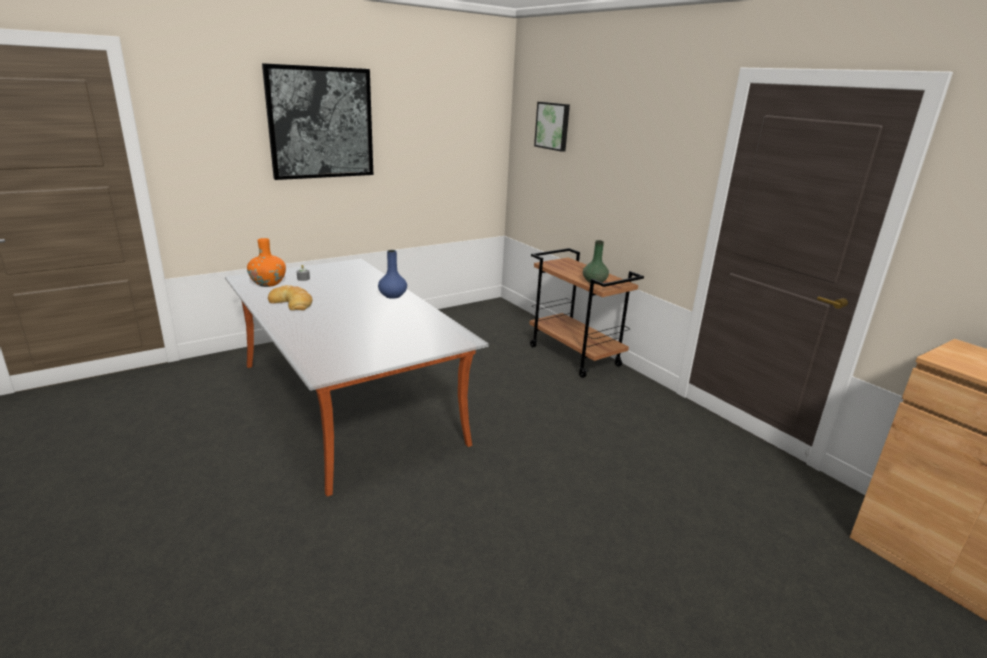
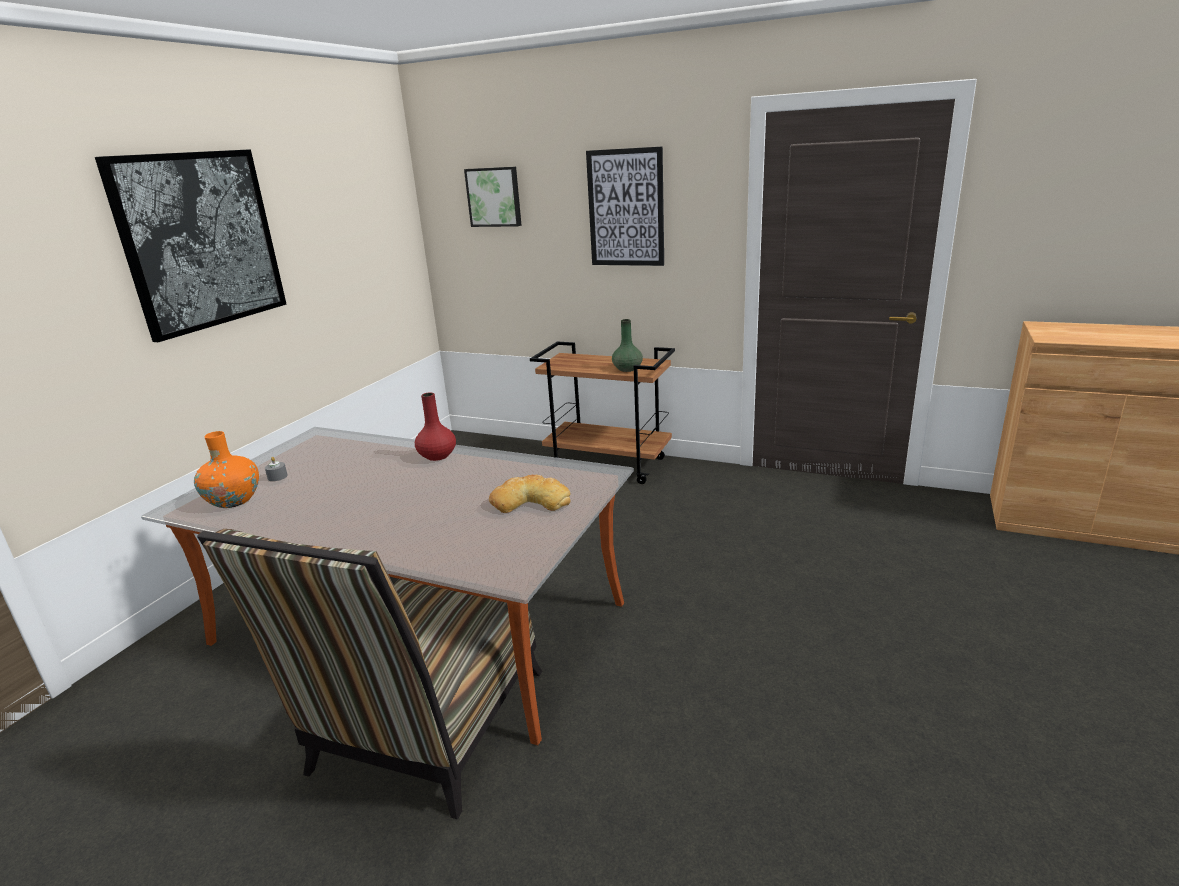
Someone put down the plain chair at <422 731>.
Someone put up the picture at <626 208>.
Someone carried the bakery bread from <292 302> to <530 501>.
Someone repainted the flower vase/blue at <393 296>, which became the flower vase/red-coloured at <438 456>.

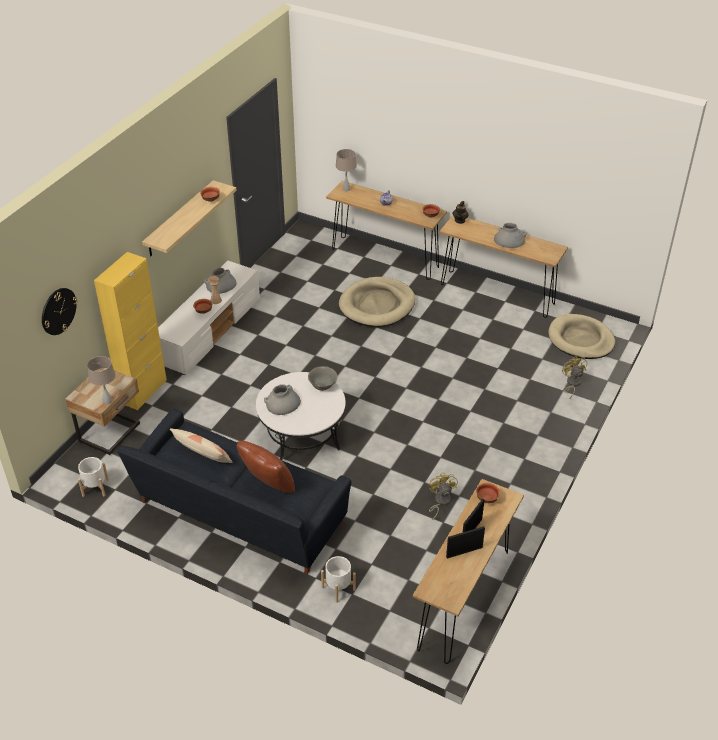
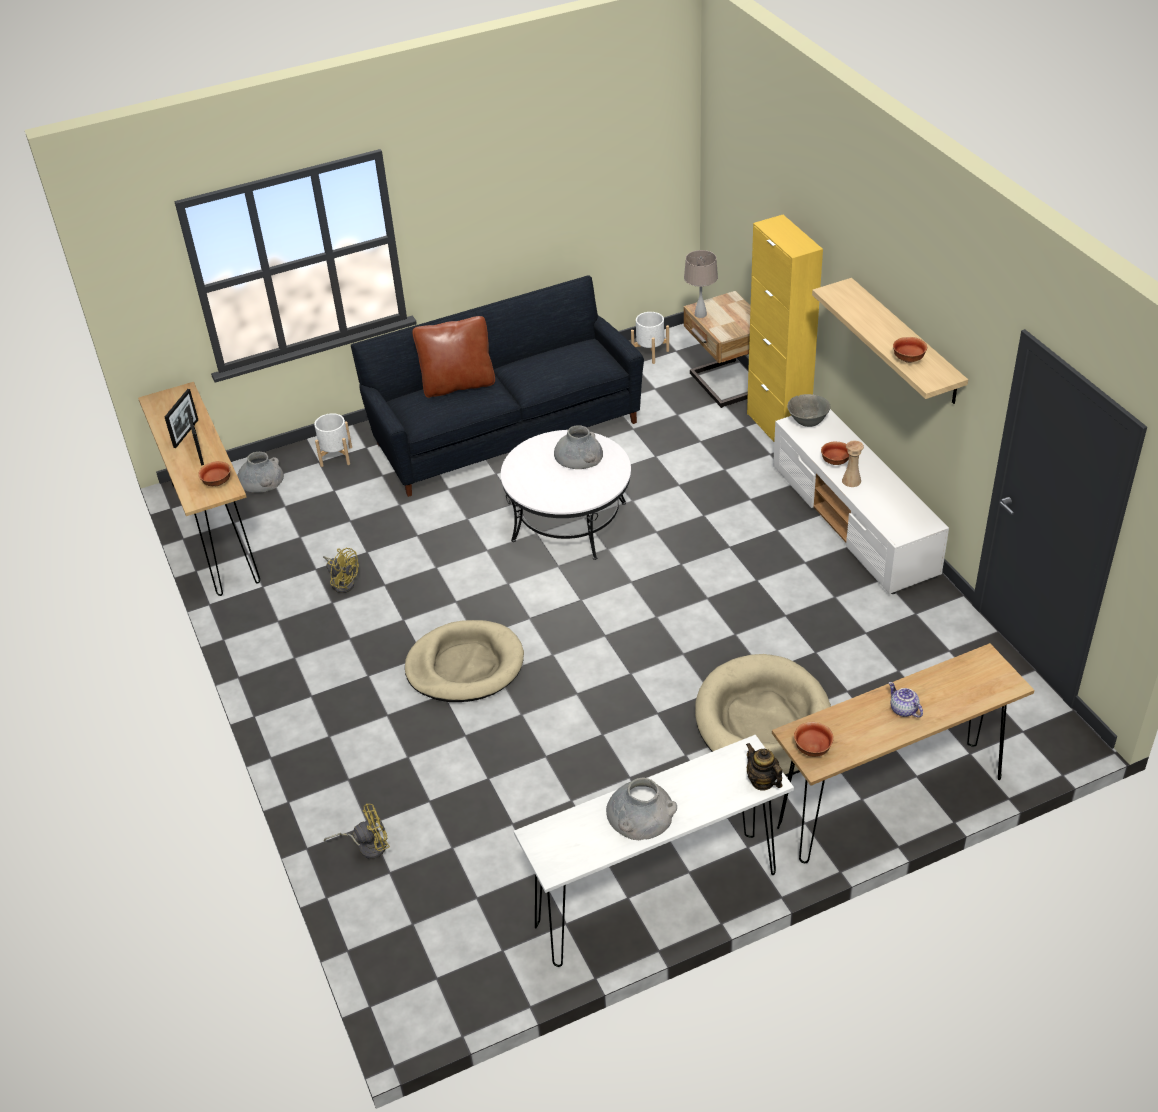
Someone took away the wall clock at <58 311>.
Someone took away the throw pillow at <202 455>.
Someone took away the tabletop lamp/sand-coloured at <346 189>.
Someone carried the flower vase/greyish from <220 285> to <261 479>.
Someone carried the serving bowl/greyish from <323 386> to <807 422>.
Someone carried the pet bed/sand-coloured from <580 339> to <465 665>.
Someone repainted the narrow table/brown at <497 294>, which became the narrow table/white at <657 899>.
Someone rotated the fan/yellow-coloured at <572 384> by 45 degrees counterclockwise.

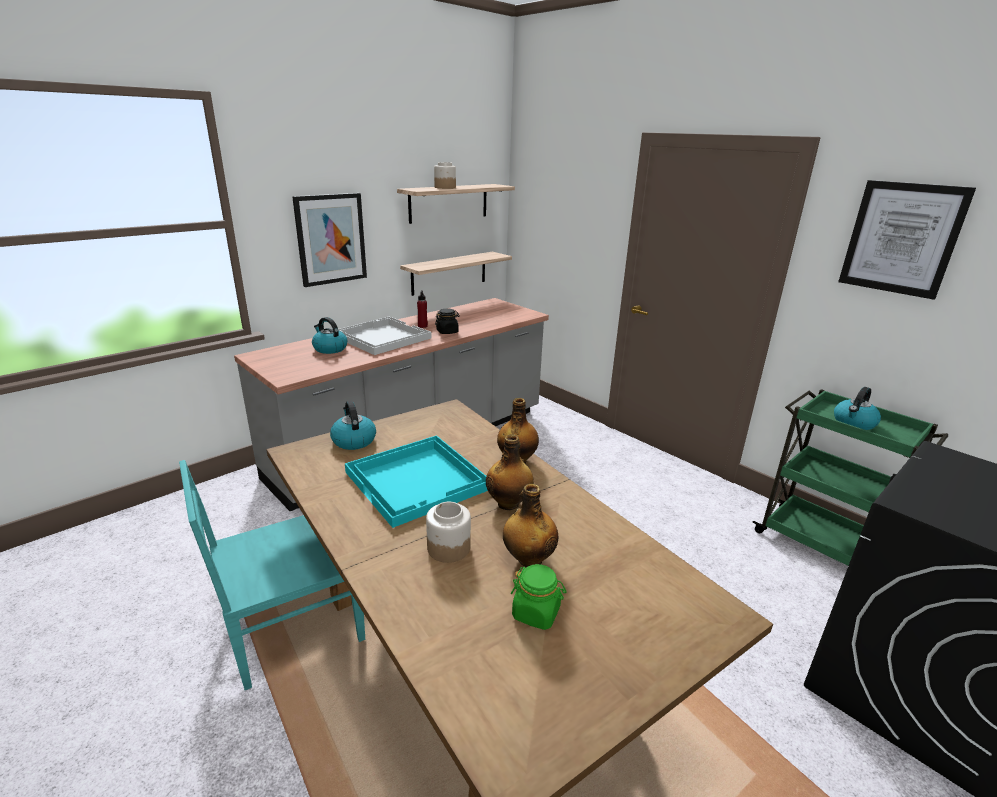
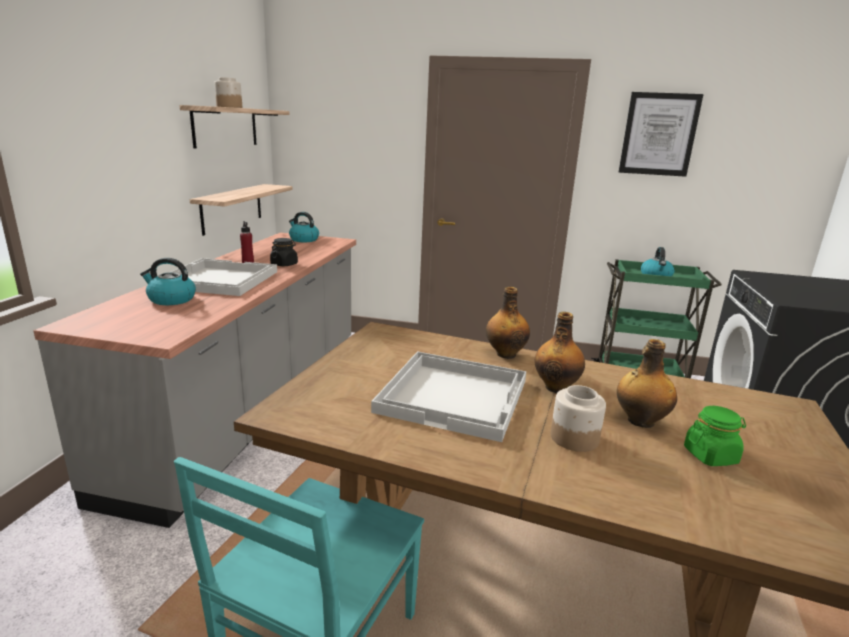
Someone took away the picture at <331 239>.
Someone carried the kettle from <353 440> to <303 239>.
Someone repainted the carrying tray/turquoise-coloured at <418 480>, which became the carrying tray/white at <455 395>.

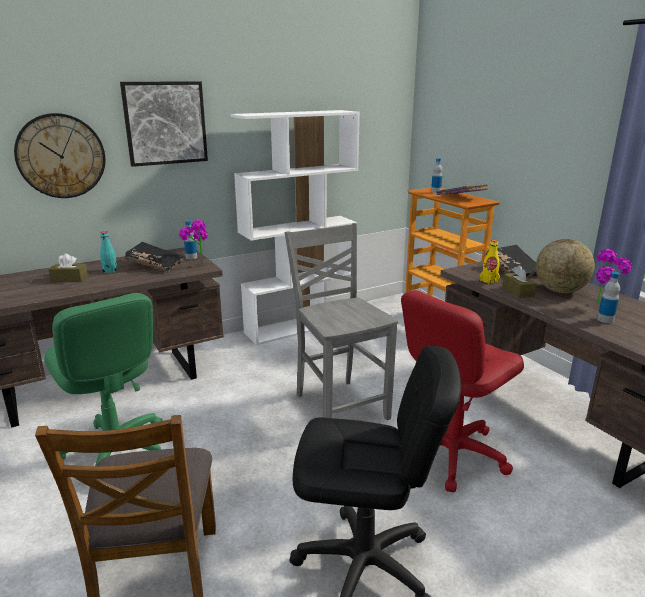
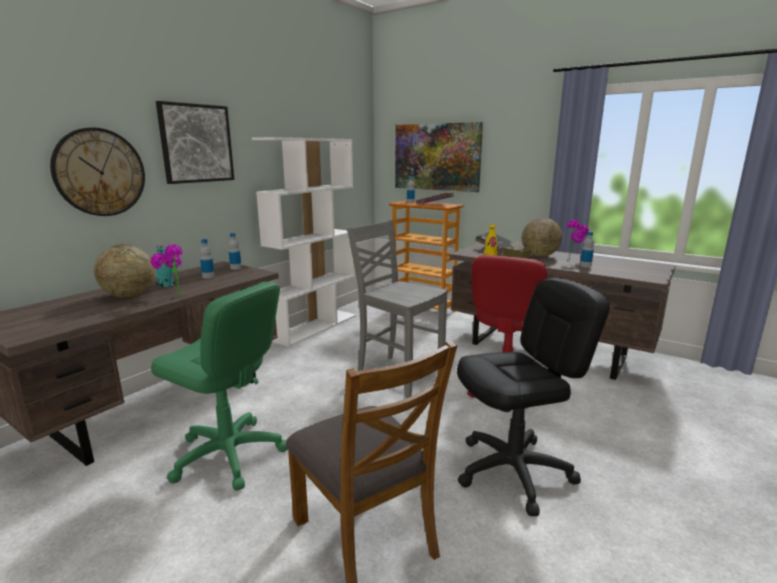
Someone put up the picture at <436 157>.
Someone carried the houseplant from <197 265> to <173 296>.
Someone swapped the tissue box/brown at <69 279> for the globe at <129 296>.
Someone swapped the book/black at <155 265> for the drink bottle at <208 277>.

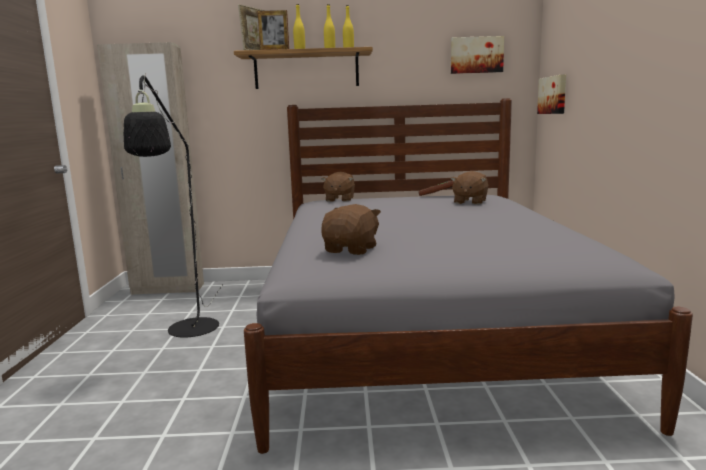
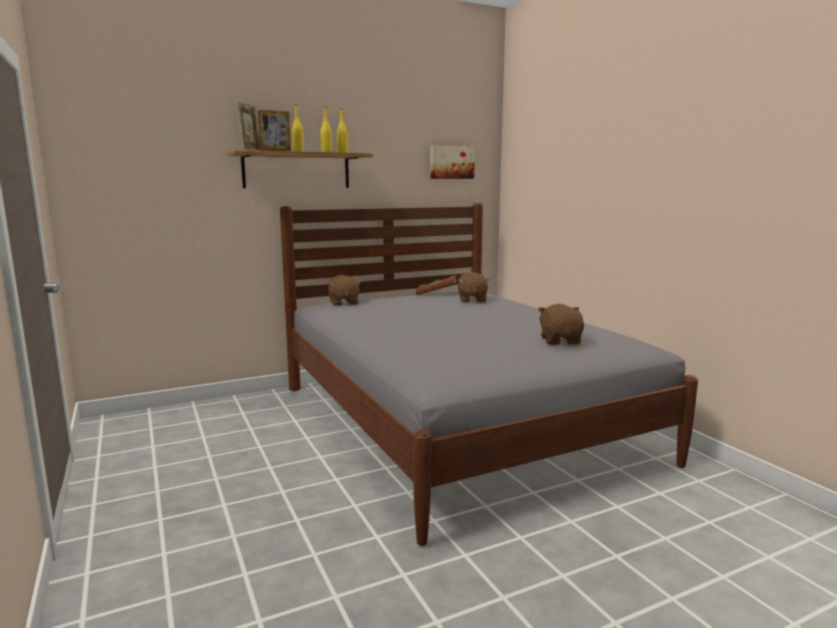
Someone took away the wardrobe/sand-coloured at <168 289>.
Someone took away the standard lamp/black at <190 332>.
Someone took away the picture at <553 95>.
Someone carried the plush toy/brown from <351 250> to <560 341>.

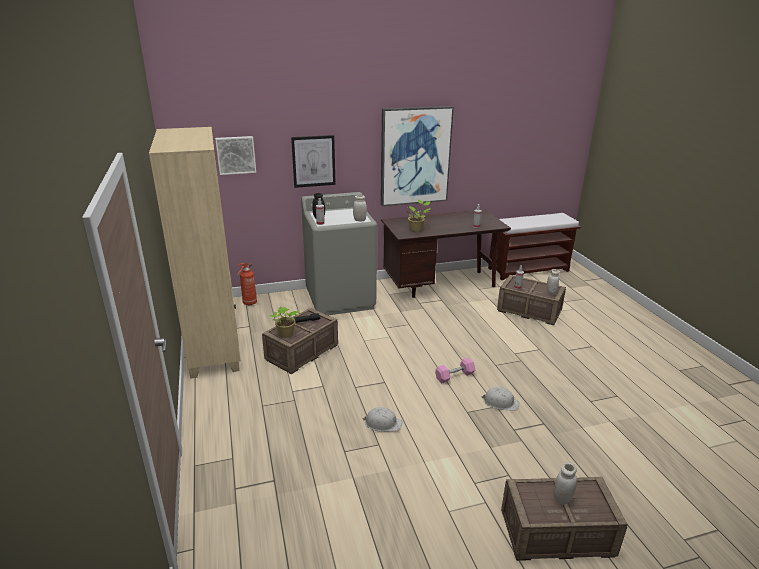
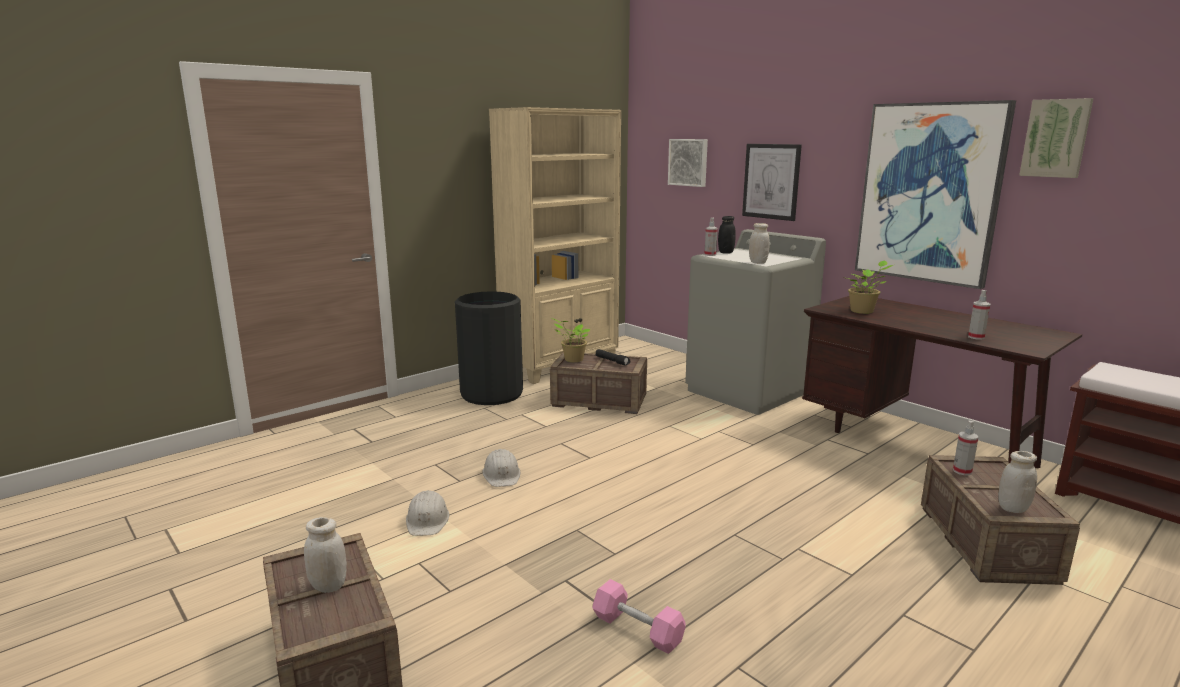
Someone took away the extinguisher at <249 303>.
Someone put down the rubbish bin/black at <492 394>.
Someone put up the picture at <1056 138>.
Someone carried the dumbbell/pink-coloured from <454 376> to <637 629>.
Someone carried the safety helmet/white from <500 402> to <427 520>.

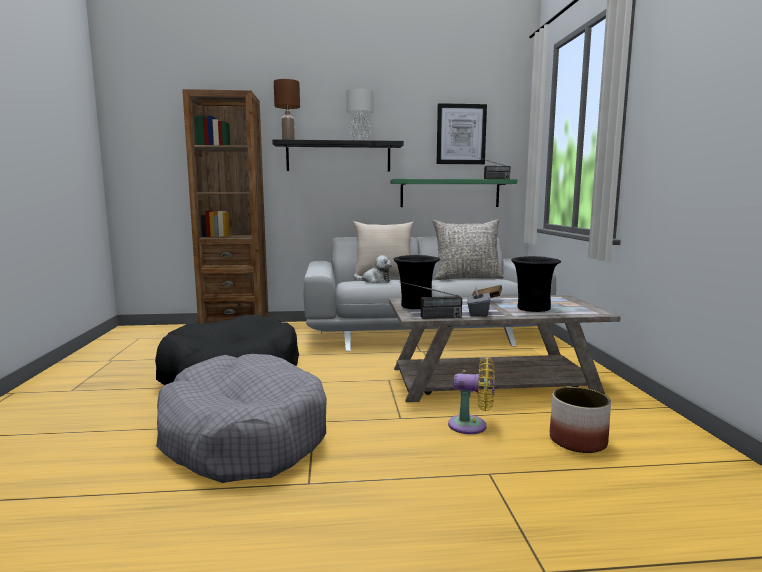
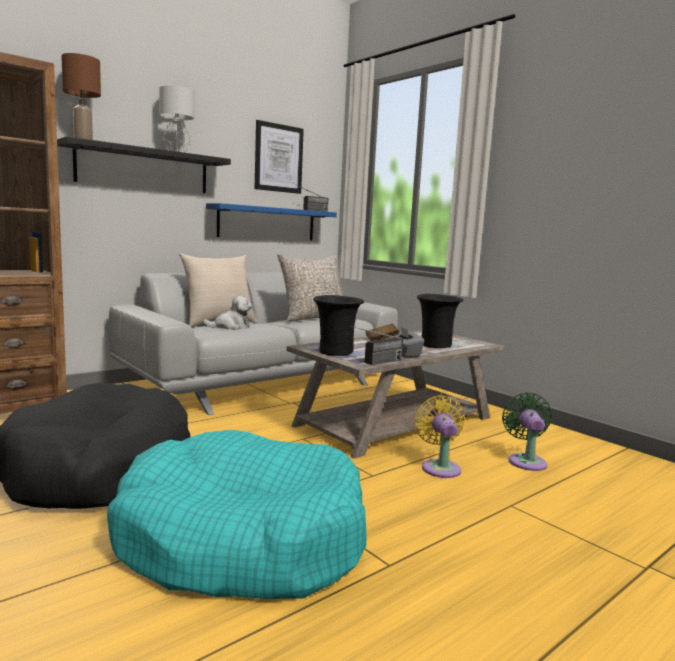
Someone swapped the flower pot at <577 441> for the fan/green at <526 461>.
Someone repainted the pet bed/greyish at <243 436>, which became the pet bed/turquoise-coloured at <241 539>.
Someone repainted the wall shelf/green at <450 193>, which became the wall shelf/blue at <267 223>.
Someone rotated the fan/yellow-coloured at <472 426> by 75 degrees counterclockwise.

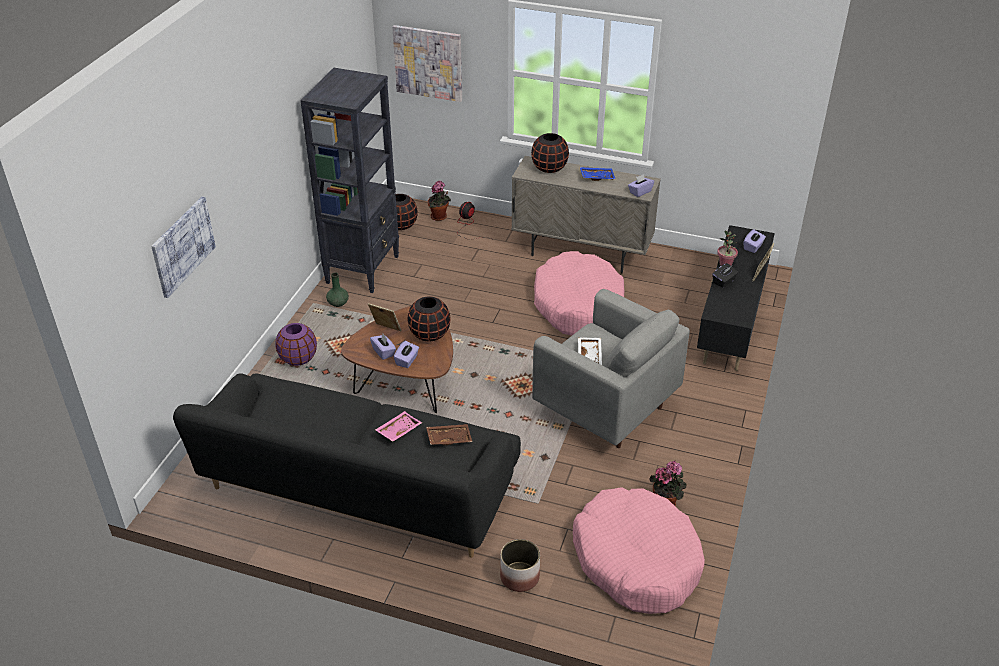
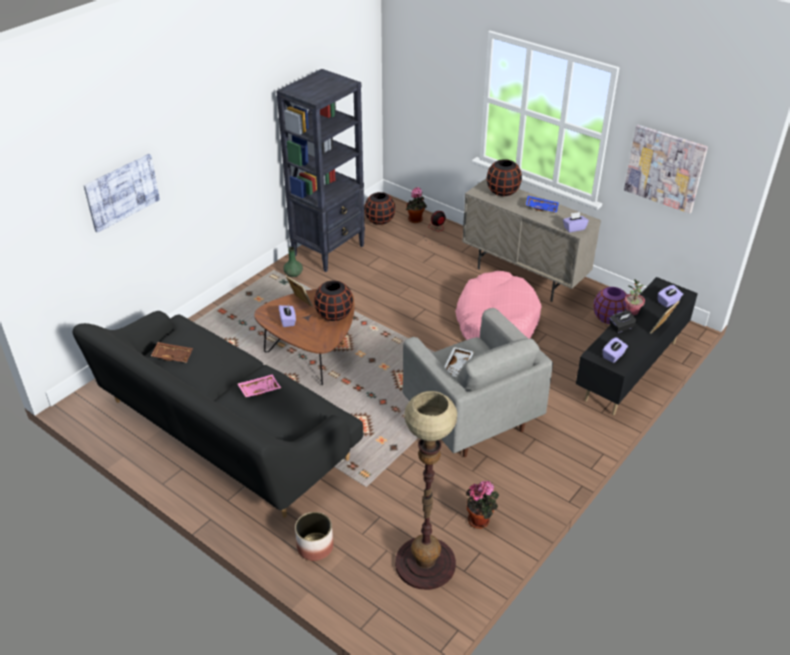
Someone carried the flower vase/purple from <298 358> to <609 318>.
Someone carried the picture from <428 63> to <665 168>.
Someone carried the tissue box/purple from <407 360> to <613 356>.
Someone carried the carrying tray/brown from <449 438> to <173 355>.
Someone swapped the pet bed/pink-coloured at <636 560> for the standard lamp at <425 563>.

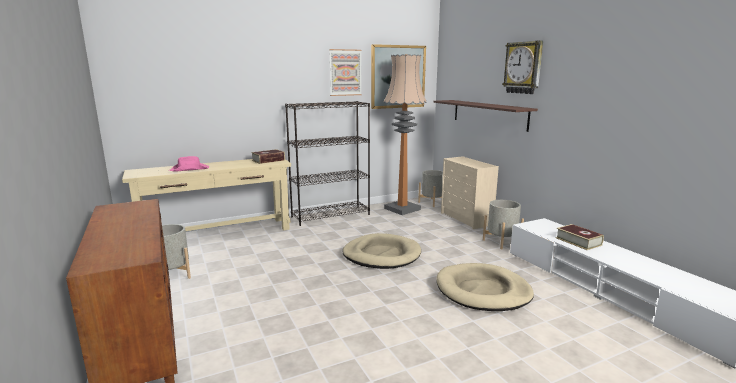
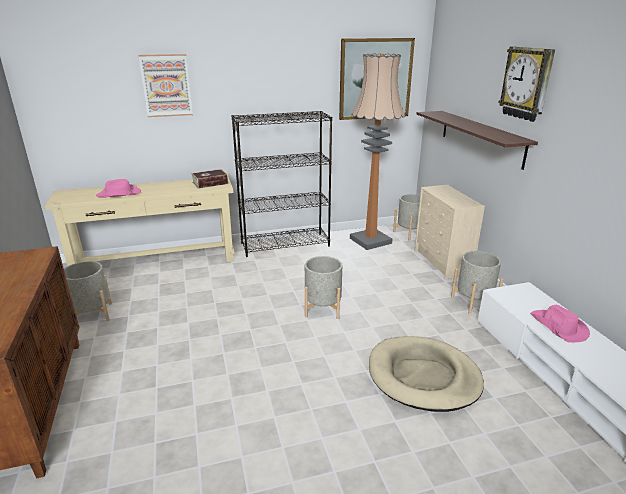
Someone carried the picture from <345 72> to <166 85>.
Someone swapped the pet bed/sand-coloured at <381 255> for the flower pot/greyish at <322 308>.
Someone swapped the book at <578 241> for the clothing hat/pink-coloured at <558 327>.

